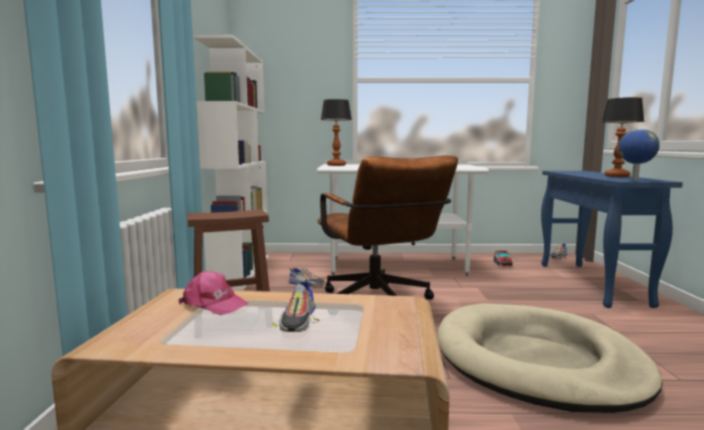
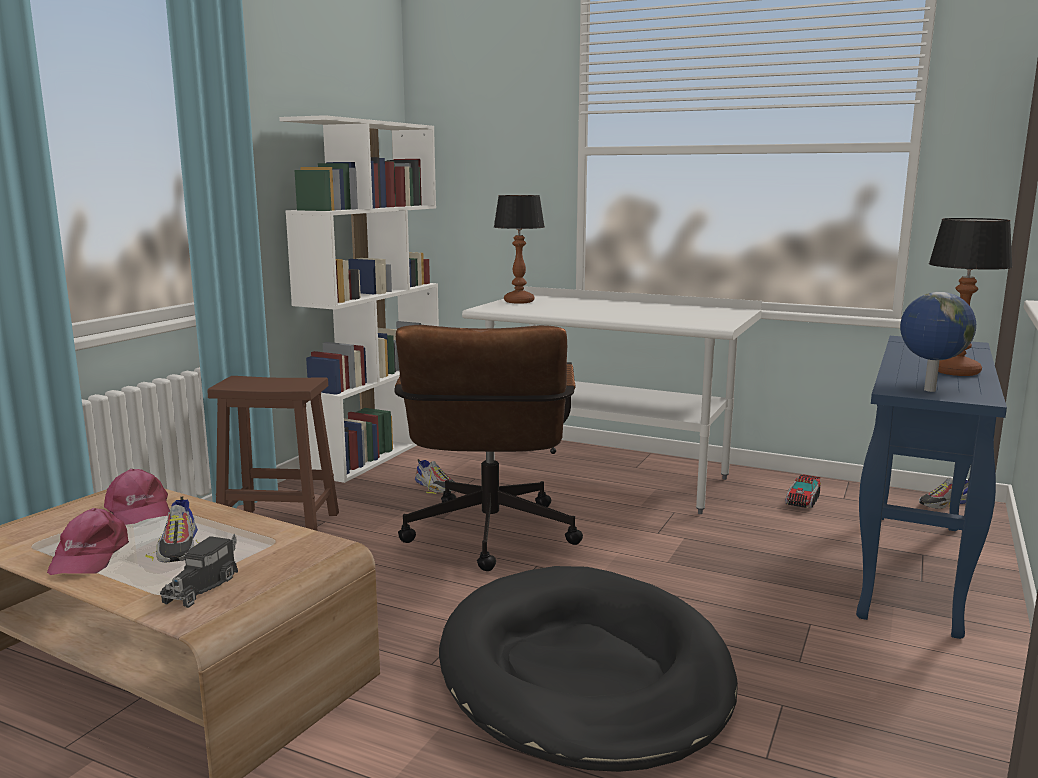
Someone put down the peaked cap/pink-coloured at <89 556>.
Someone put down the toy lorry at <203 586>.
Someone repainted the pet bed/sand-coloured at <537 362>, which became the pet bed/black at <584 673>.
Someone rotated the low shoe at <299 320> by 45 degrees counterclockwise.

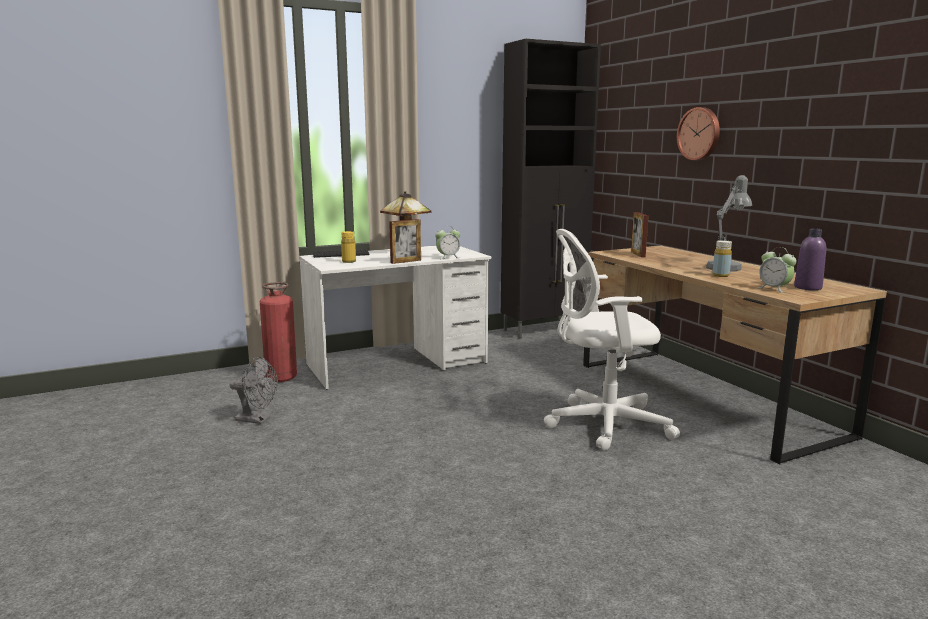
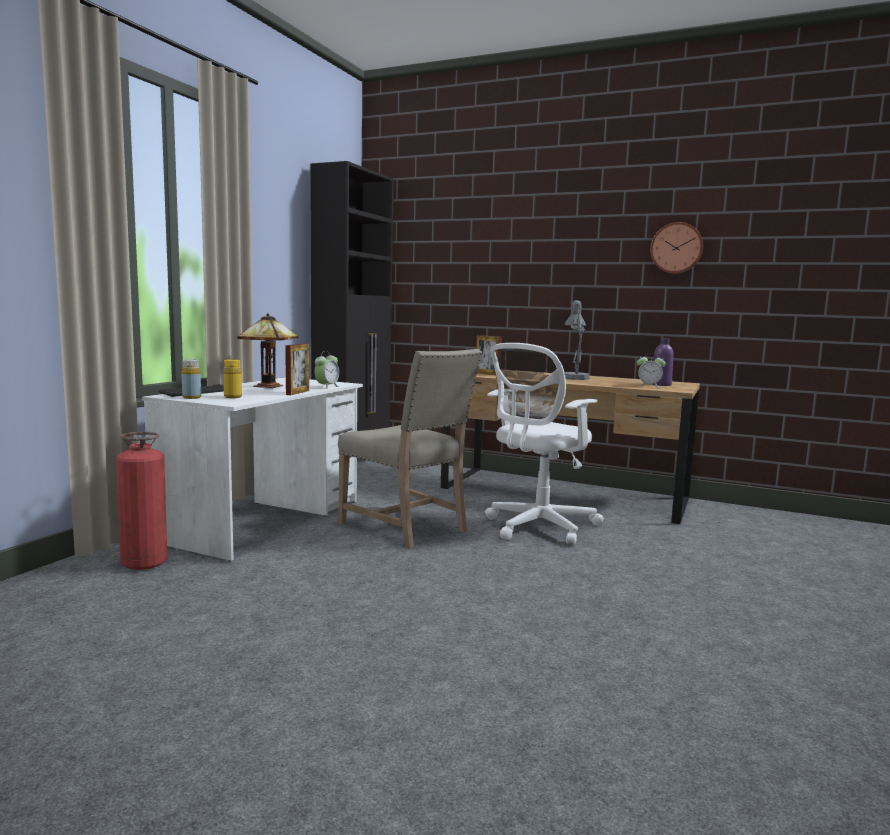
Someone took away the fan/greyish at <258 419>.
Someone put down the plain chair/sand-coloured at <407 527>.
Someone carried the wall clock from <699 134> to <676 248>.
Someone carried the drink bottle/yellow-coloured from <720 275> to <191 397>.

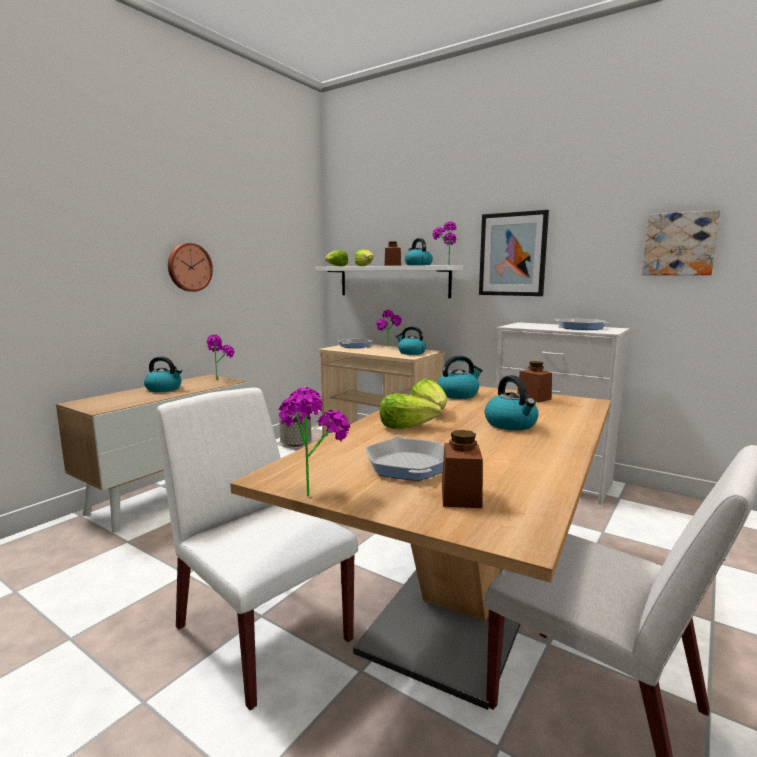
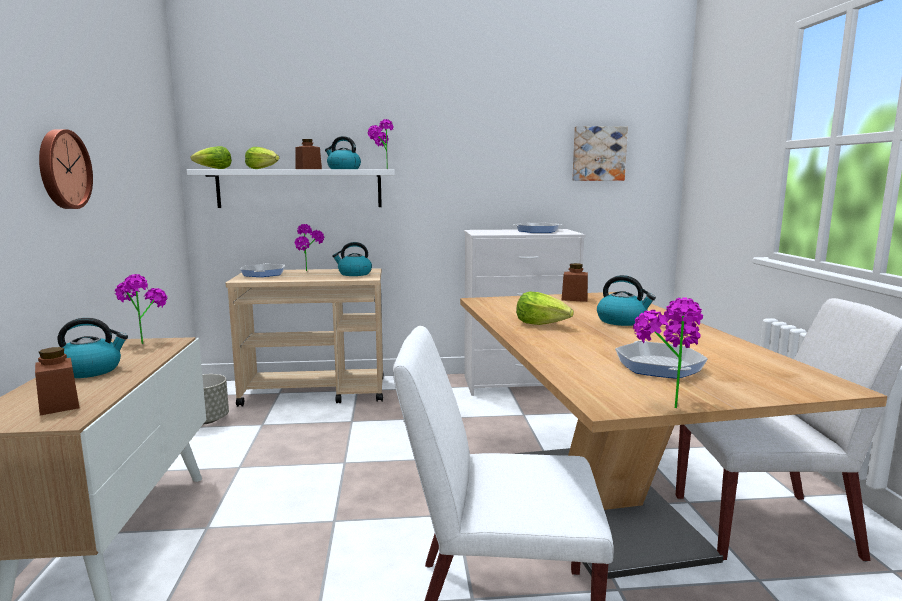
Someone took away the lettuce at <406 427>.
Someone took away the kettle at <458 394>.
Someone took away the picture at <512 254>.
Someone carried the storage jar/brown from <461 496> to <59 405>.
Someone rotated the frying pan at <408 465> by 45 degrees clockwise.

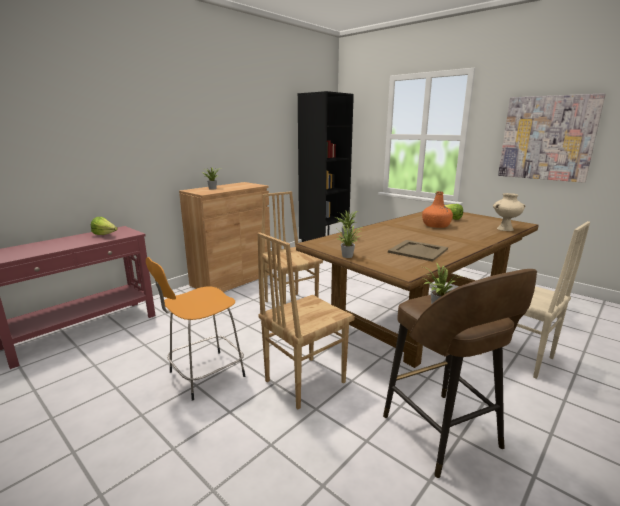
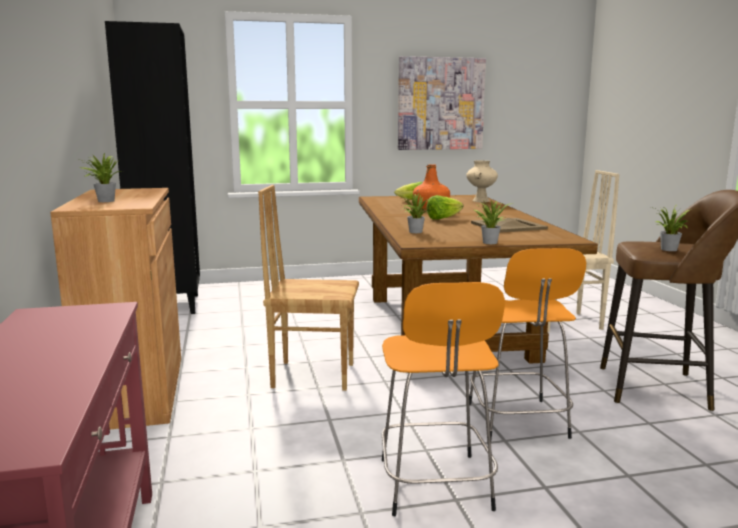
Someone carried the lettuce from <105 235> to <443 218>.
Someone swapped the plain chair/brown at <303 381> for the sitting stool/orange-coloured at <518 422>.

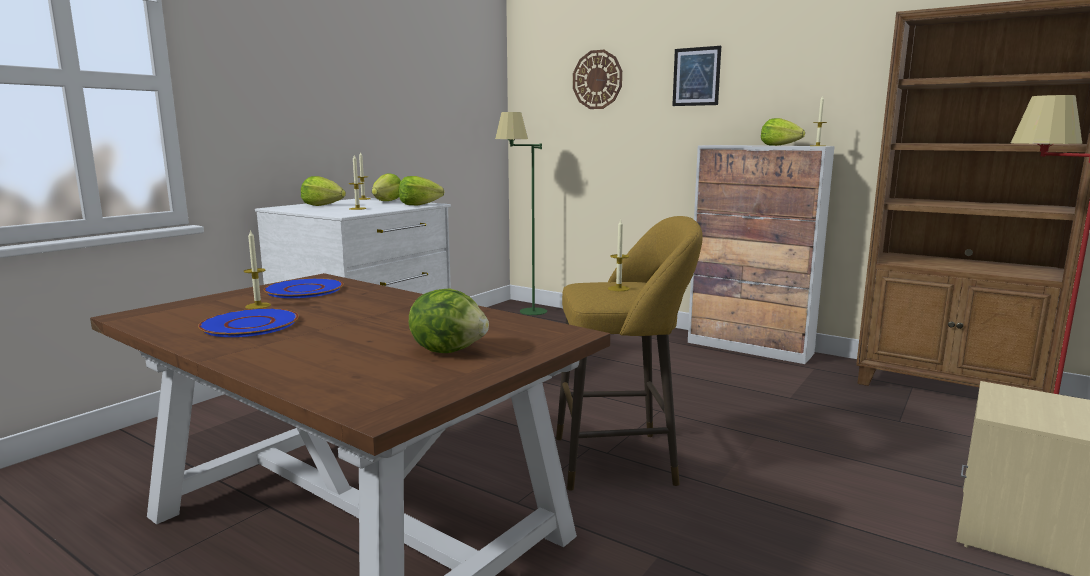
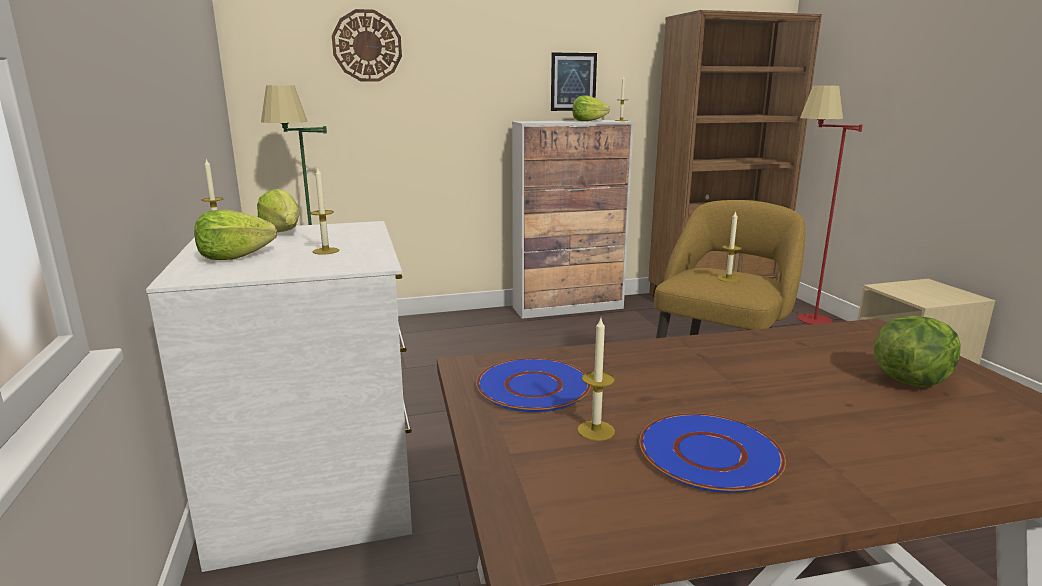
Someone took away the lettuce at <419 204>.
Someone carried the picture from <696 76> to <573 82>.

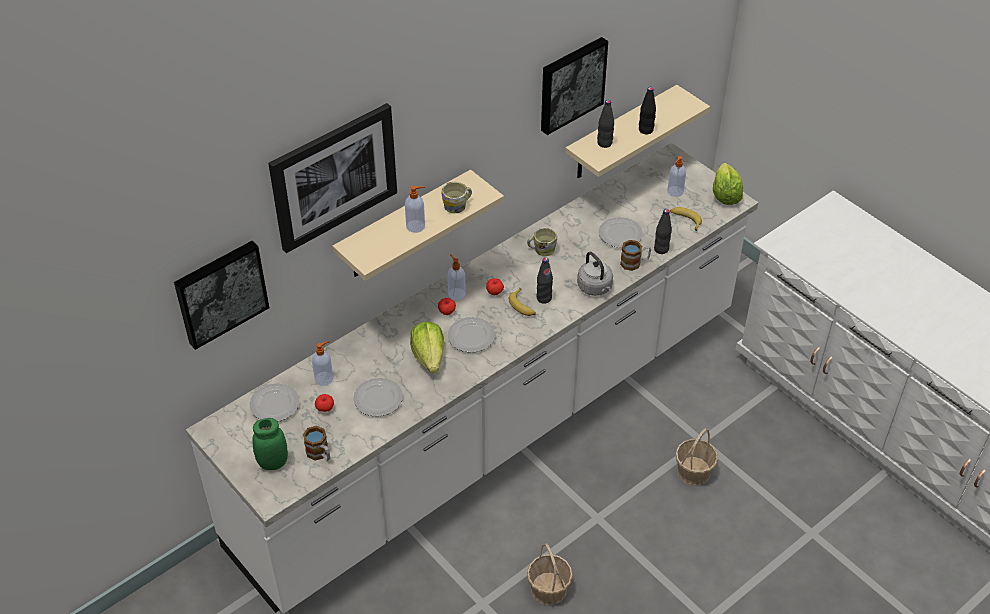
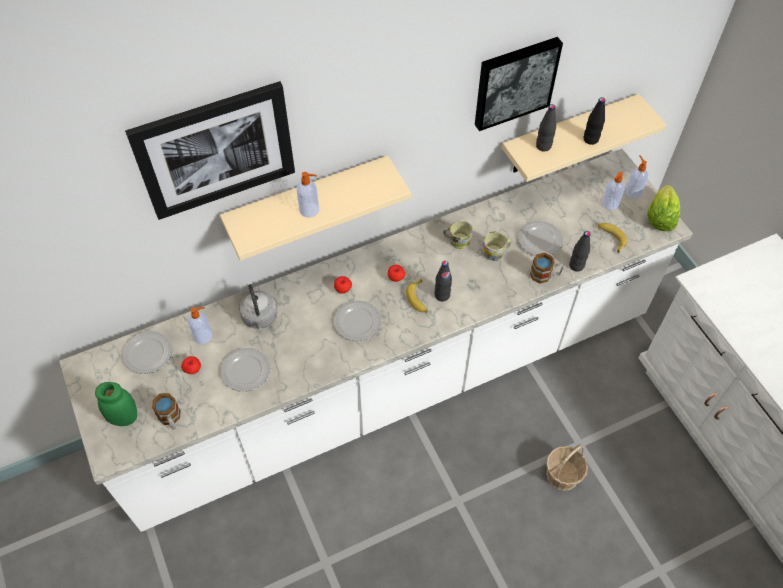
Someone took away the picture at <220 292>.
Someone took away the lettuce at <429 357>.
Someone took away the household basket at <548 589>.
Someone carried the mug from <457 205> to <496 252>.
Someone carried the soap dispenser from <456 293> to <632 192>.
Someone carried the kettle/greyish from <595 288> to <260 318>.

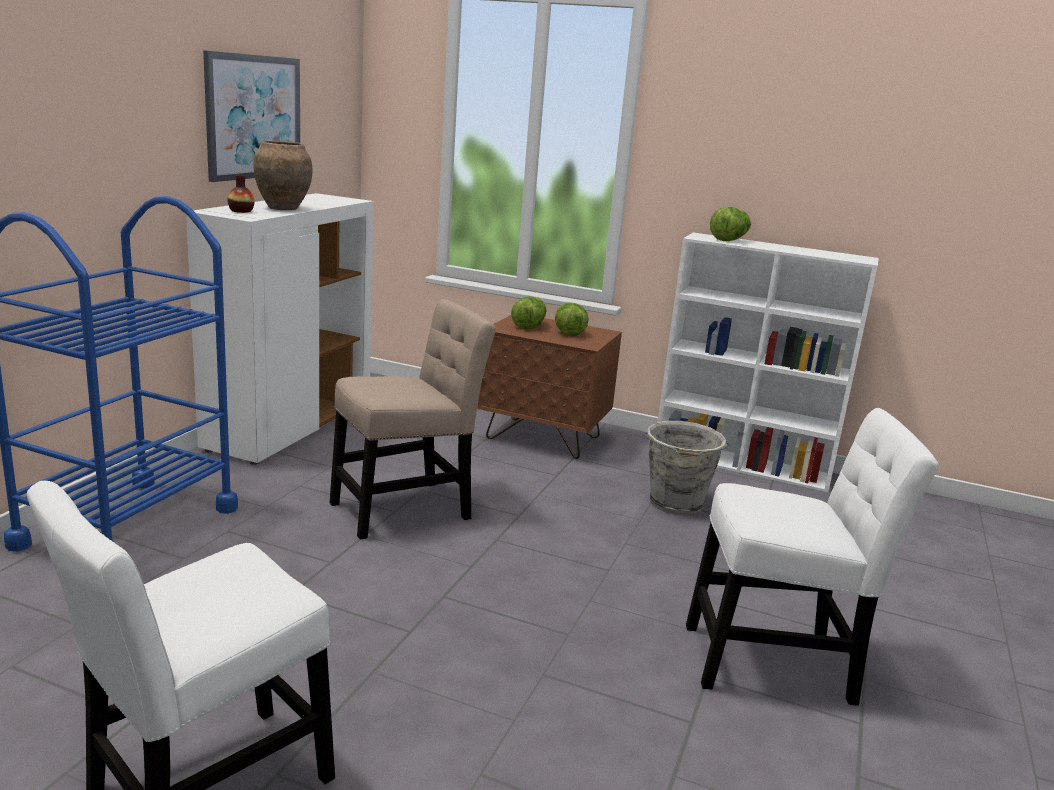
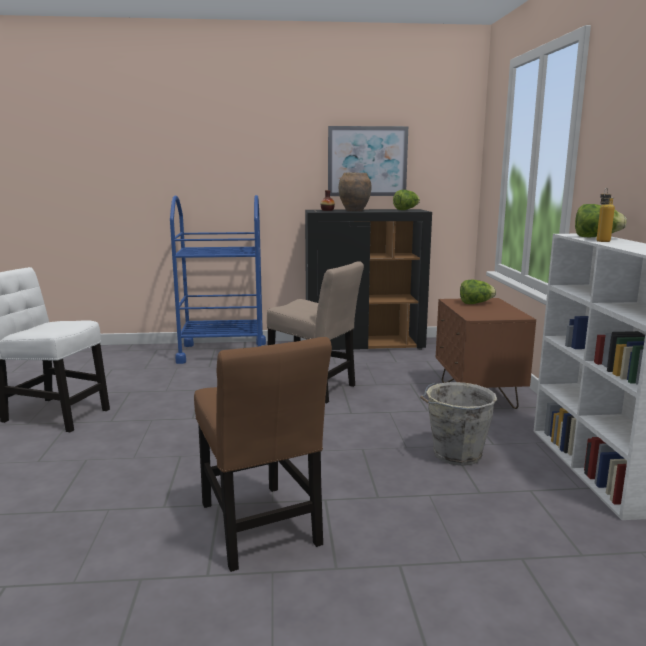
Someone put down the drink bottle at <601 242>.
Someone carried the lettuce from <568 332> to <406 209>.
Someone repainted the cupboard/white at <290 426>, which became the cupboard/black at <364 345>.
Someone repainted the plain chair/white at <777 662>, which became the plain chair/brown at <260 529>.

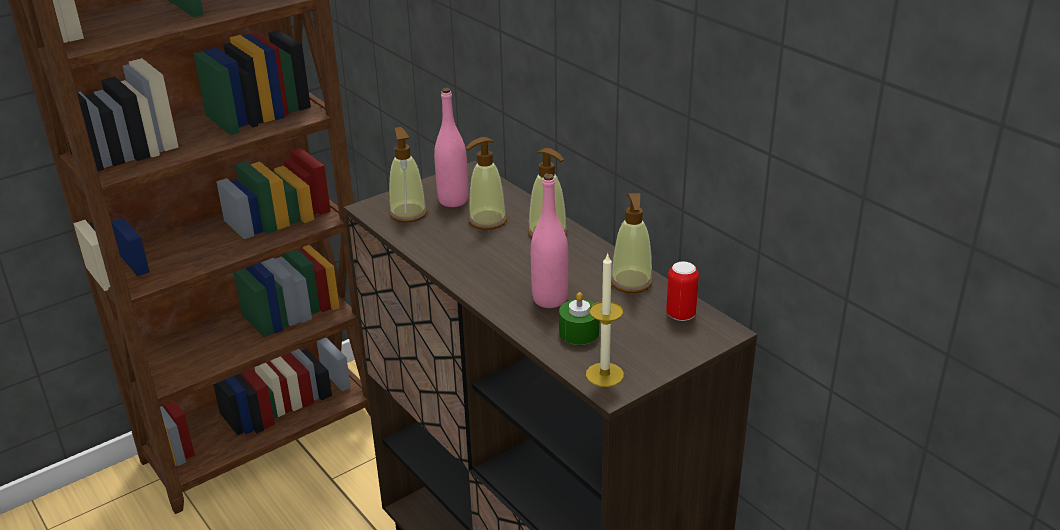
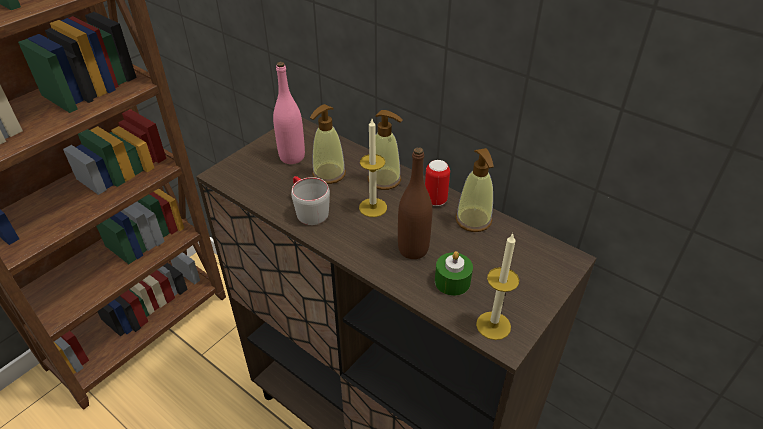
Someone took away the soap dispenser at <408 213>.
Someone put down the mug/greyish at <308 210>.
Someone put down the wax light at <373 207>.
Someone carried the metal can from <680 315> to <435 200>.
Someone repainted the drink bottle/pink-coloured at <549 299>, which became the drink bottle/brown at <413 249>.

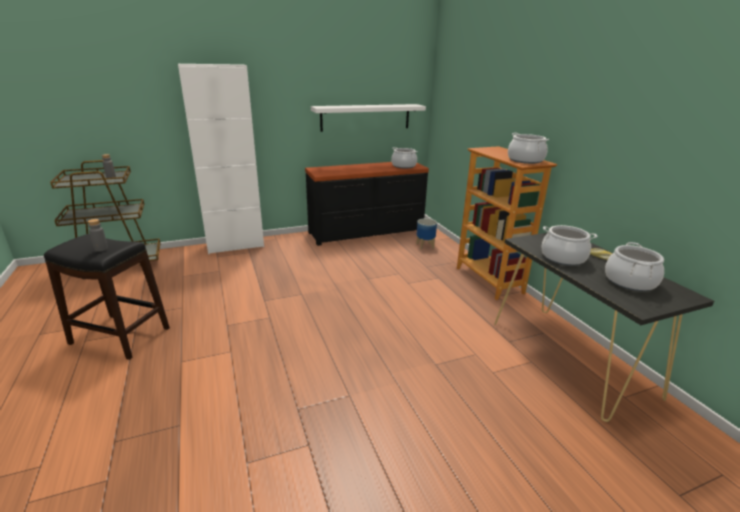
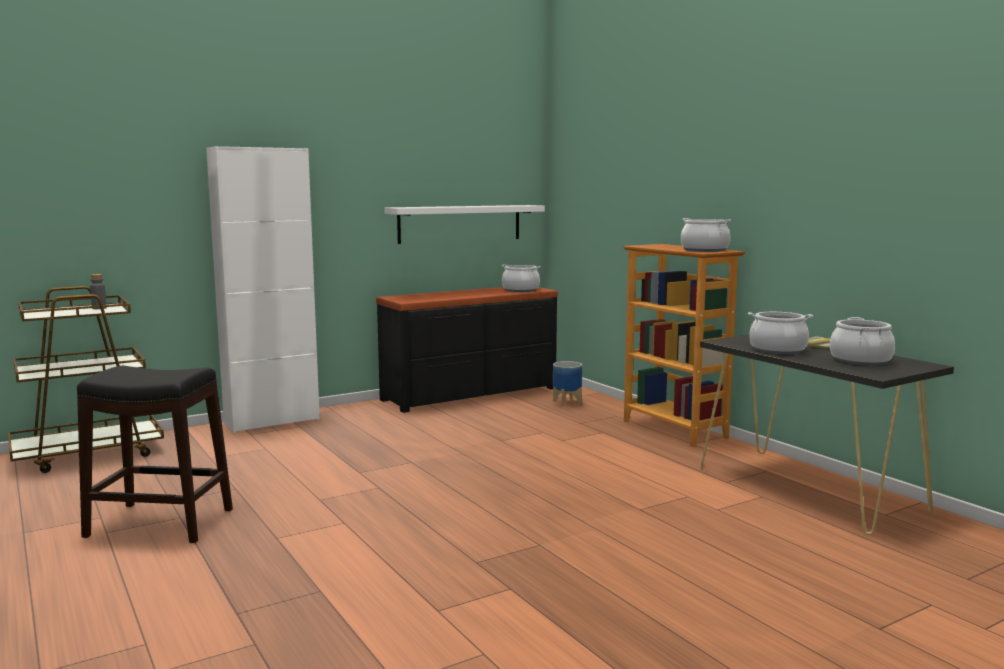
Someone took away the drink bottle/greyish at <101 249>.

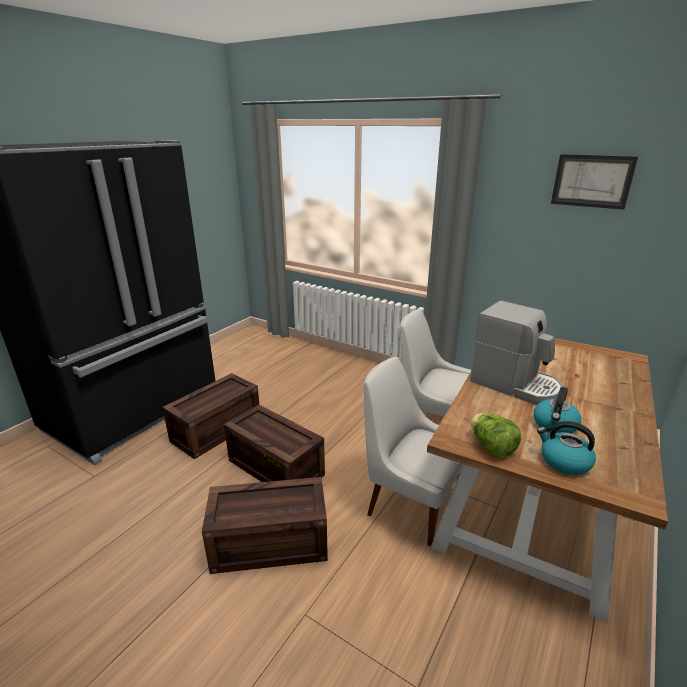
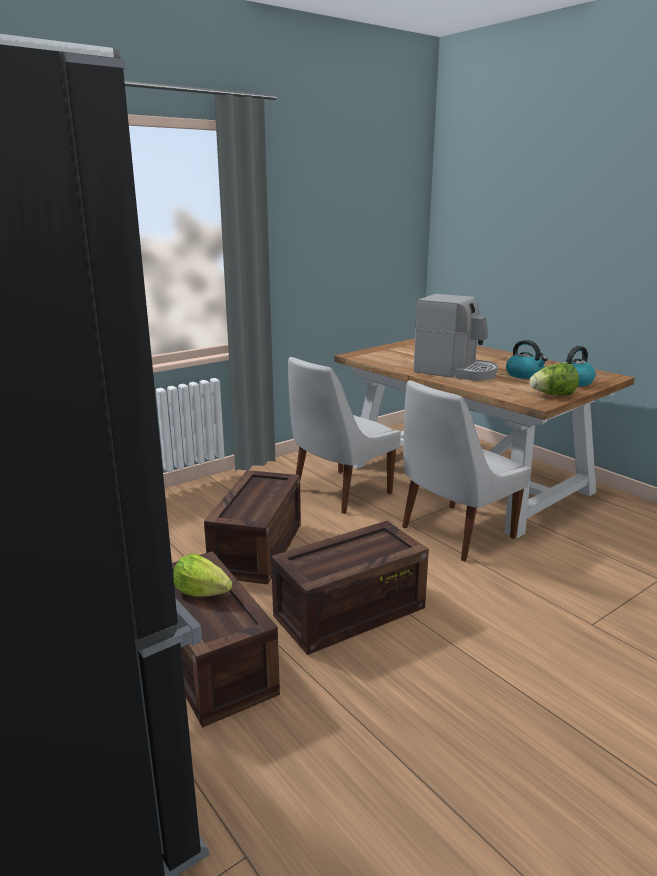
Someone took away the picture at <592 181>.
Someone put down the lettuce at <202 592>.
Someone carried the shipping crate from <271 541> to <256 547>.
Someone rotated the coffee brewer at <515 384> by 60 degrees clockwise.

